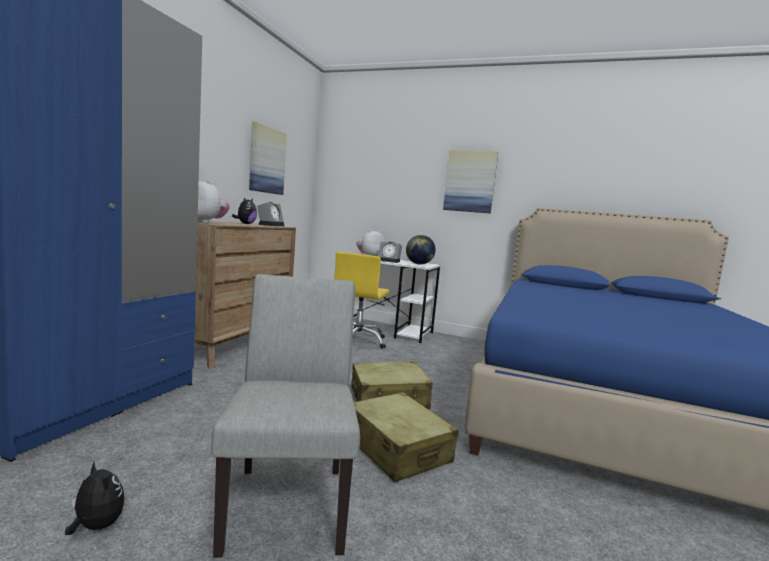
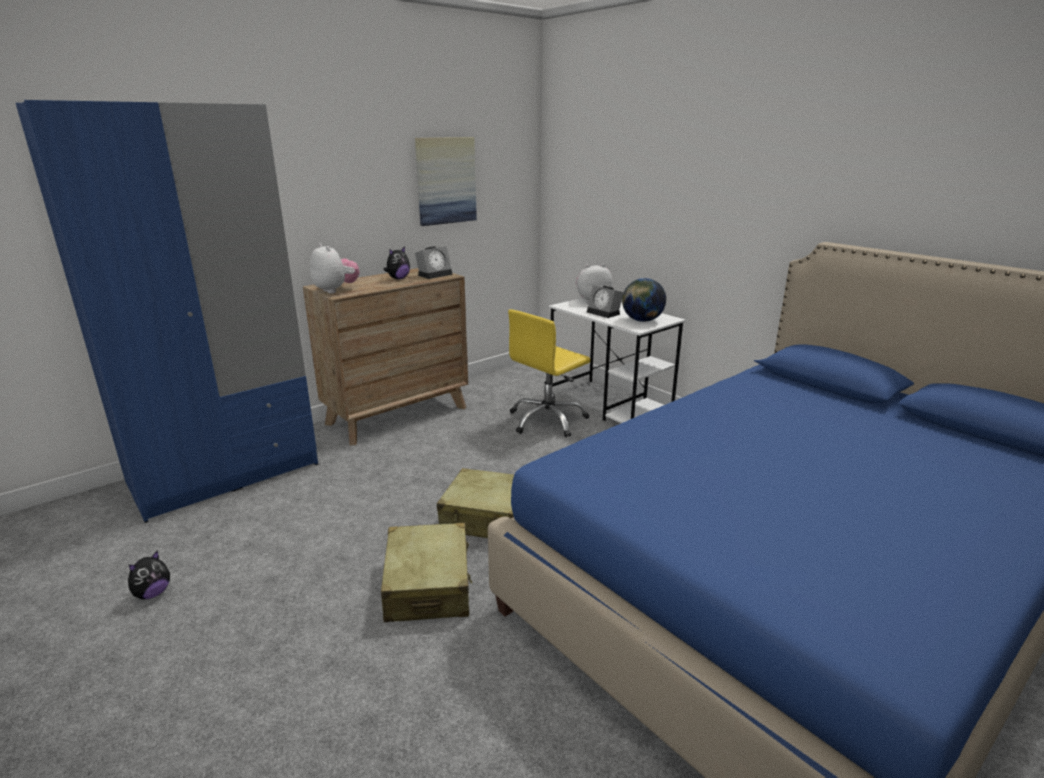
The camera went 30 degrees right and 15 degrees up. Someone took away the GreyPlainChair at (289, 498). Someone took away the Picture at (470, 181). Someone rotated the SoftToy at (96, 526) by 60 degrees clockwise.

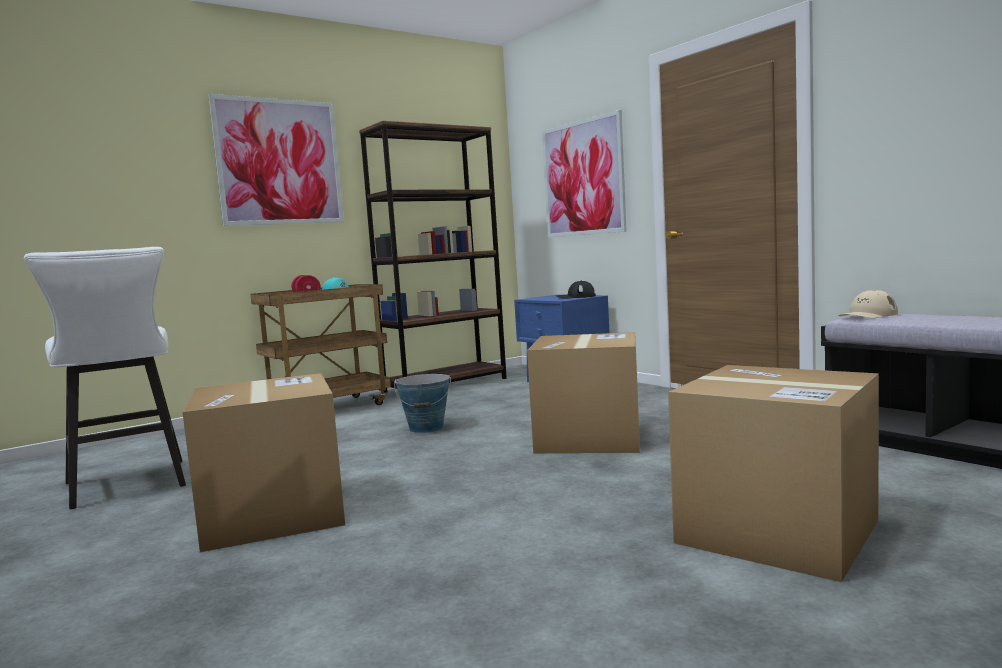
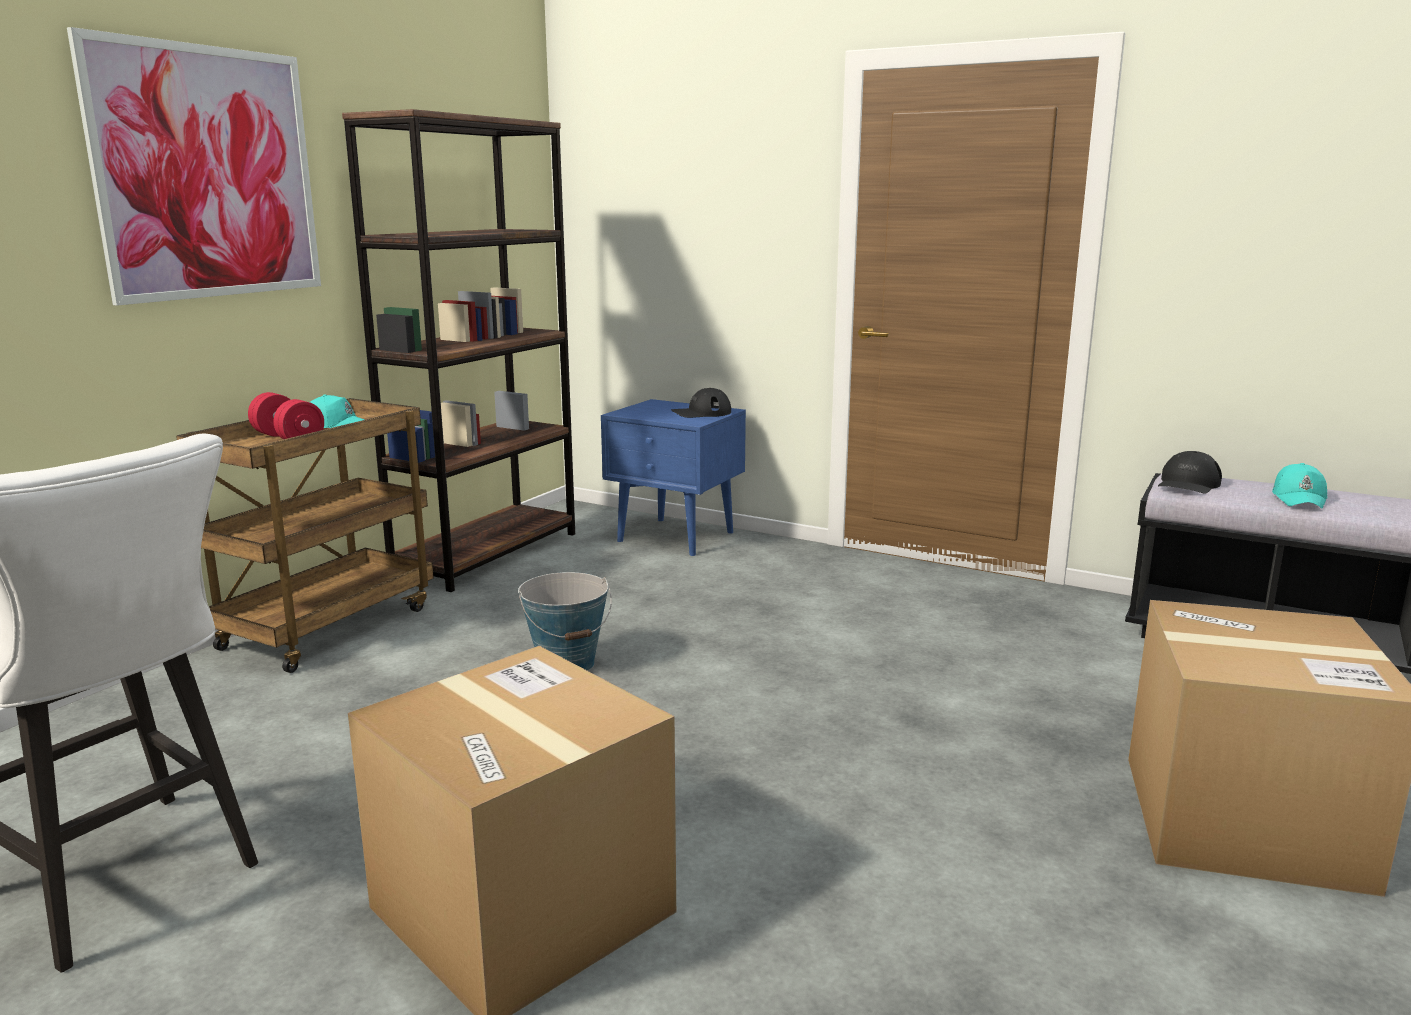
The camera went 25 degrees left and 10 degrees up. Someone took away the CardboardBox at (589, 438). Someone took away the Picture at (583, 178). Someone put down the TurquoiseColouredCap at (1299, 498). Someone repainted the SandColouredCap at (868, 315), which became the BlackCap at (1188, 484).

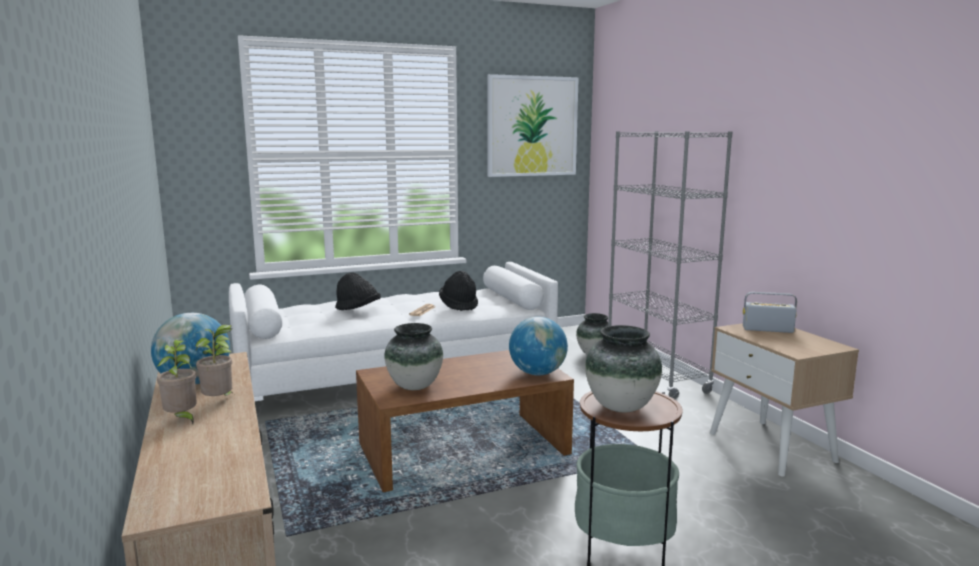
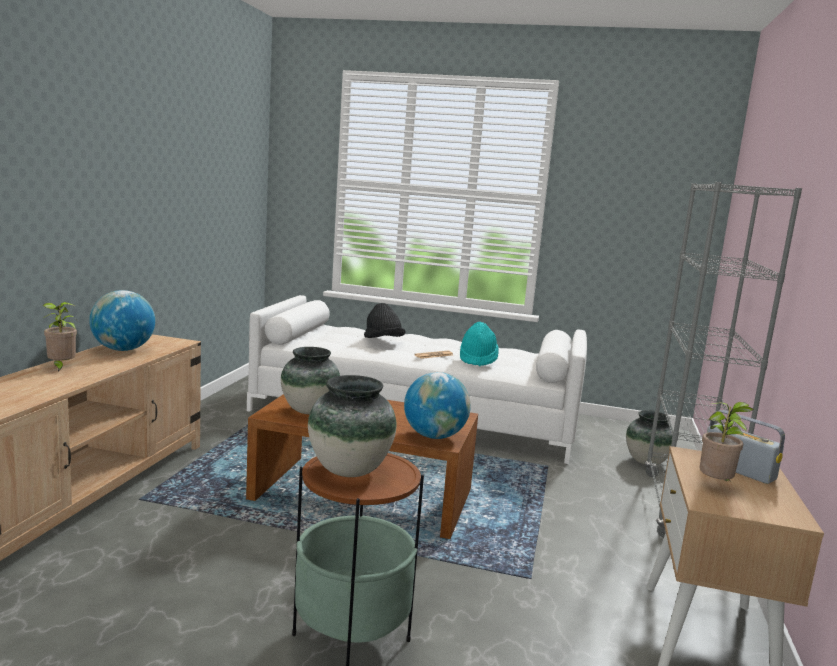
The camera went 35 degrees right and 0 degrees up. Someone took away the Picture at (532, 126). Someone carried the Houseplant from (220, 401) to (716, 485). Someone repainted the BlackClothingHat at (459, 305), which became the TurquoiseColouredClothingHat at (477, 360).

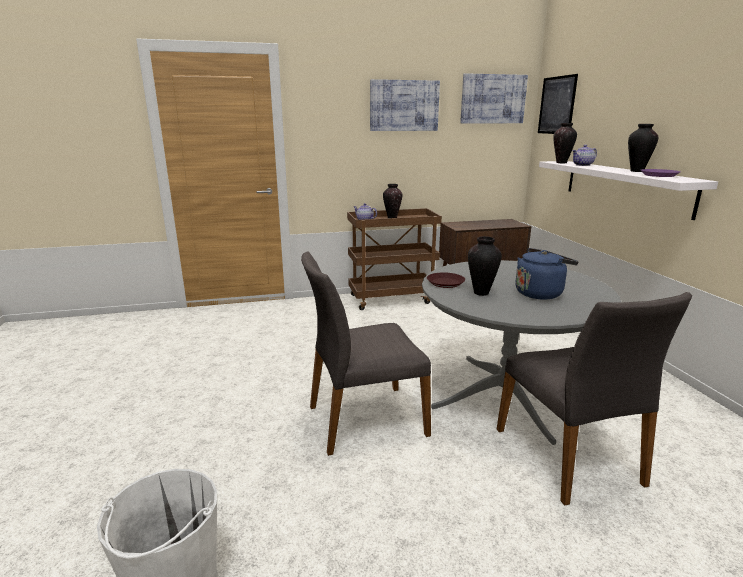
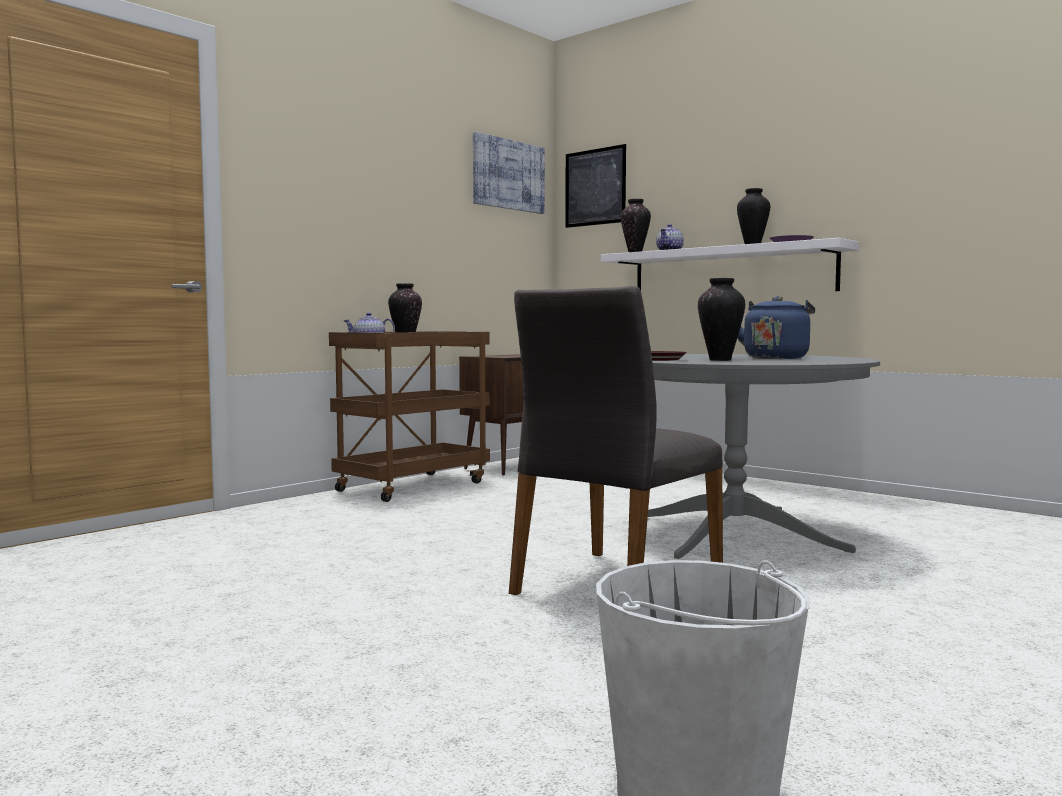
The camera went 35 degrees left and 15 degrees down. Someone took away the Picture at (404, 105). Someone took away the GreyPlainChair at (569, 456).

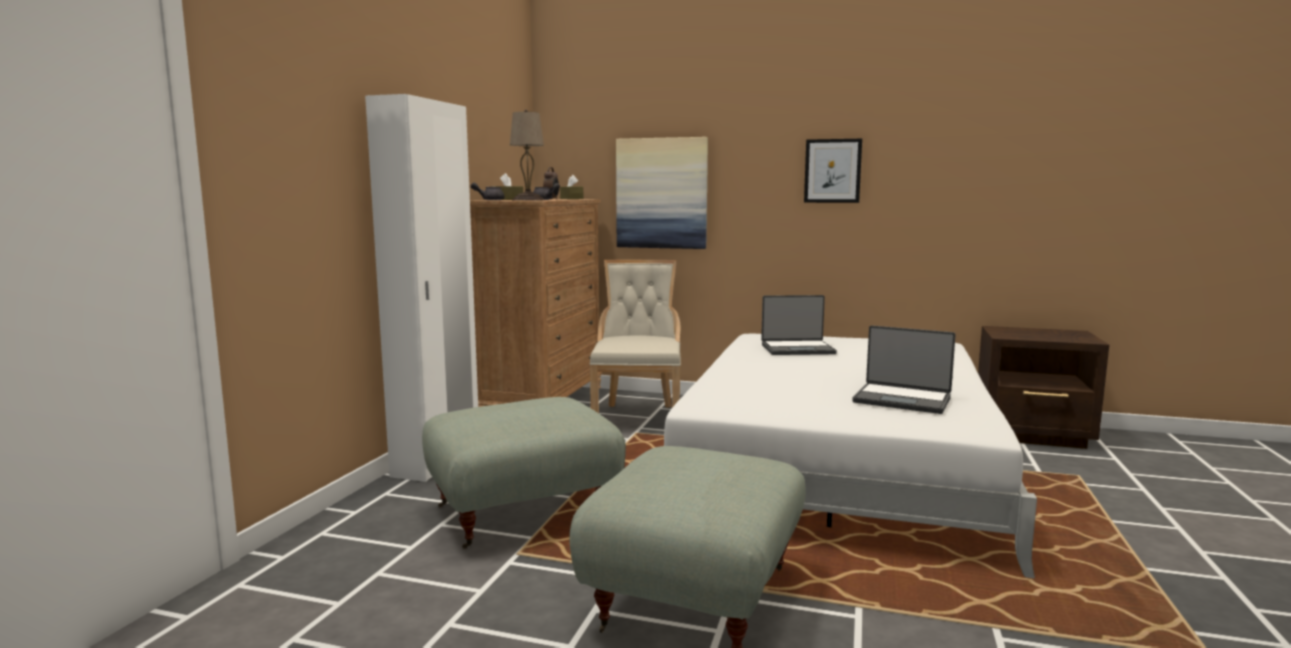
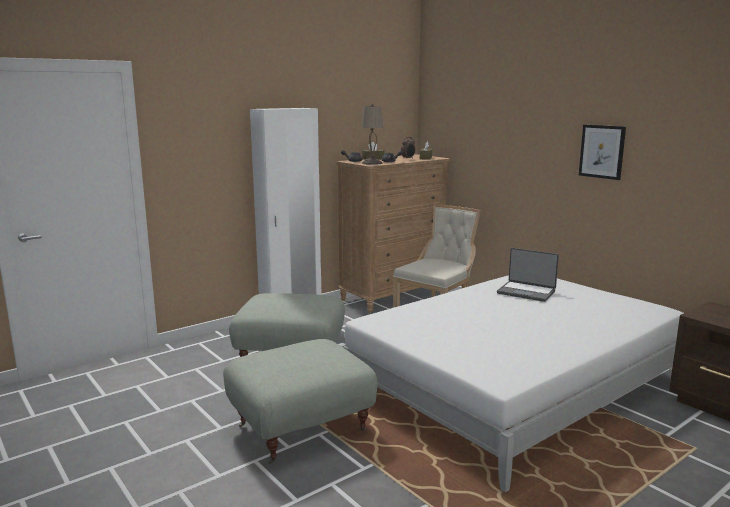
The camera went 35 degrees right and 5 degrees up. Someone took away the Picture at (661, 193). Someone took away the PortableComputer at (902, 400).

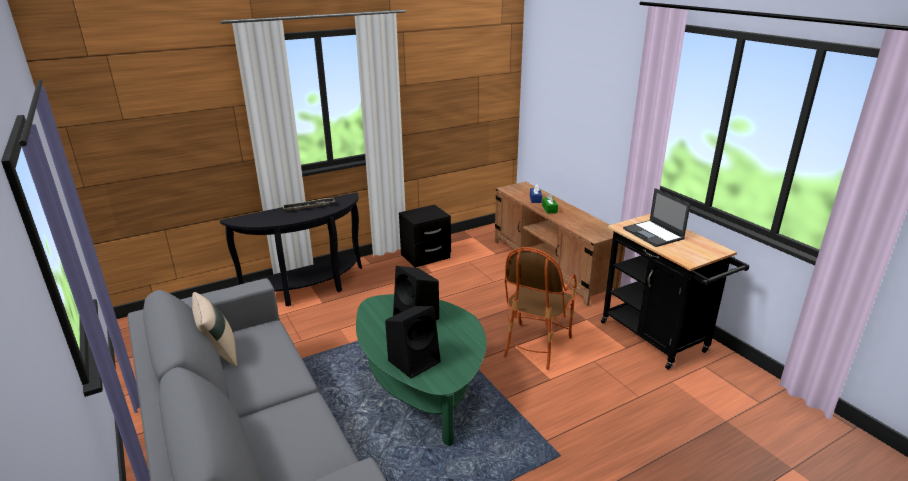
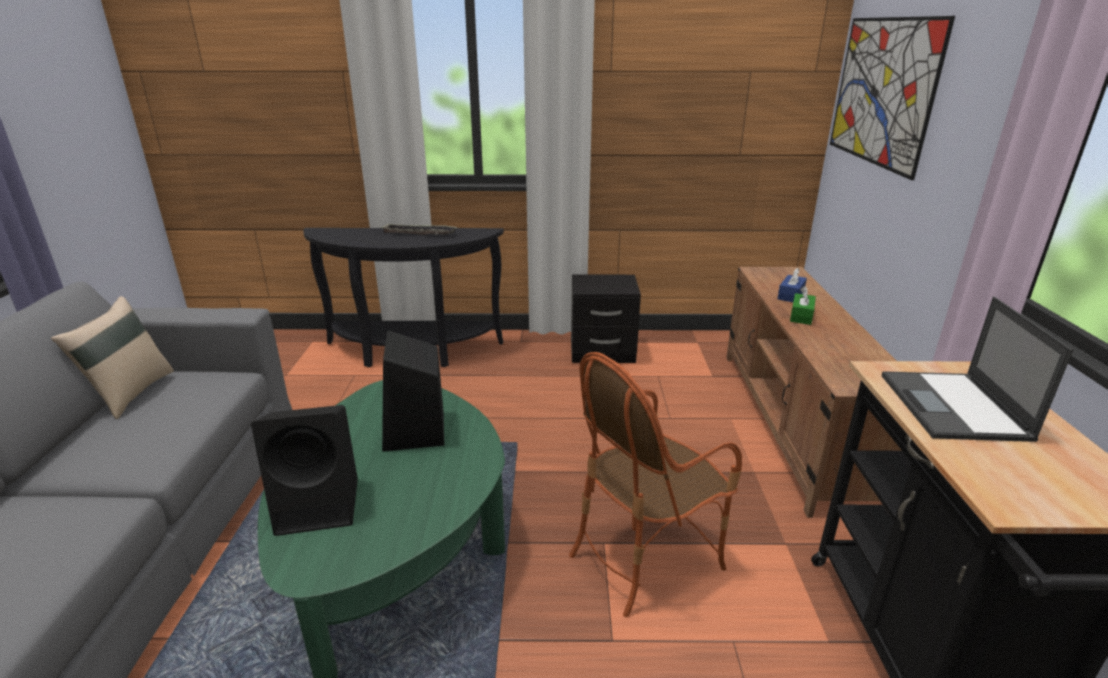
The camera went 30 degrees right and 0 degrees up. Someone put up the Picture at (882, 91).

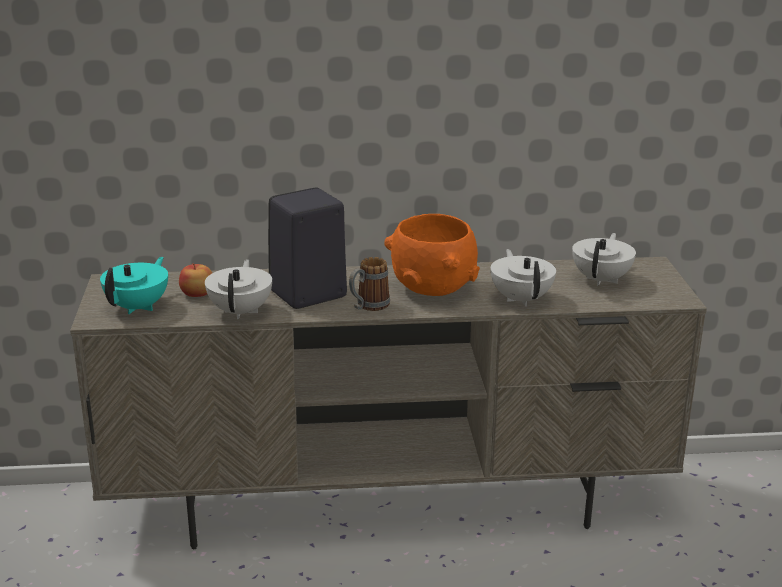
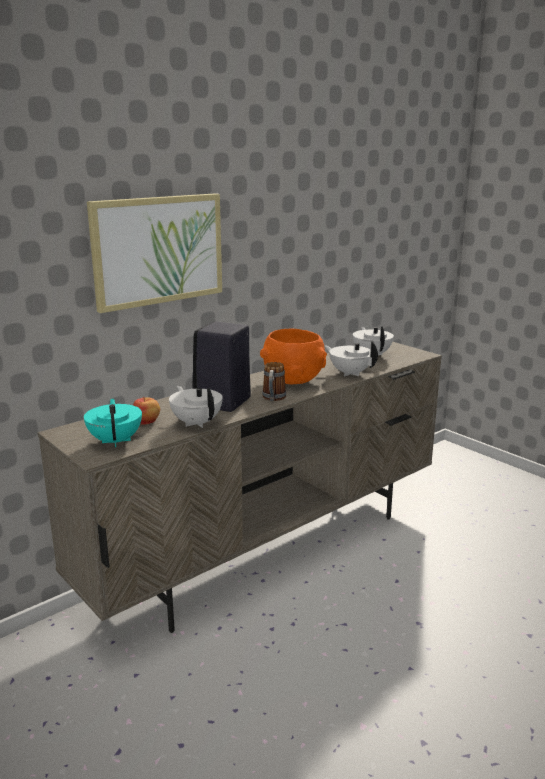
The camera went 35 degrees left and 5 degrees down. Someone put up the Picture at (158, 250).

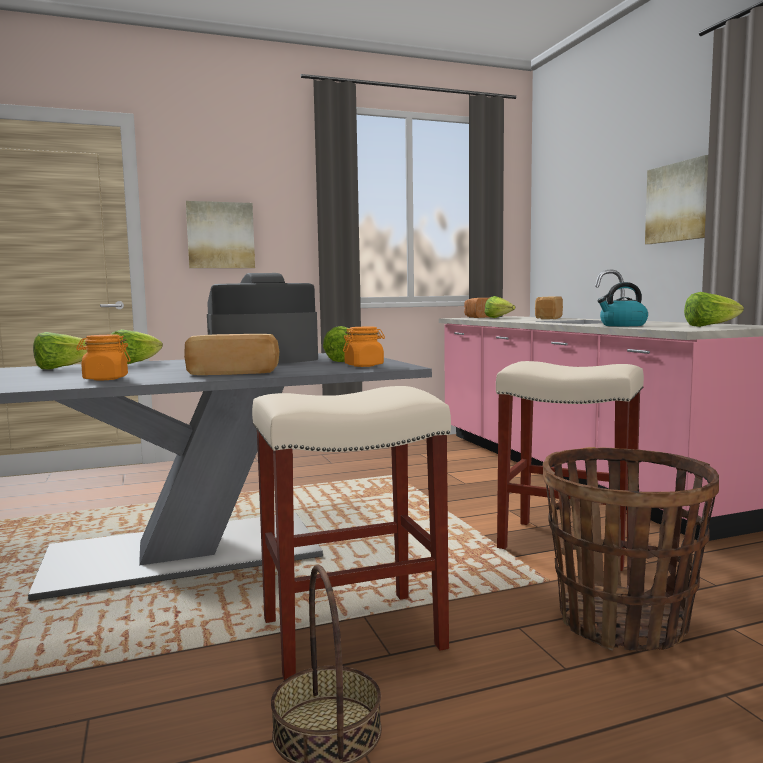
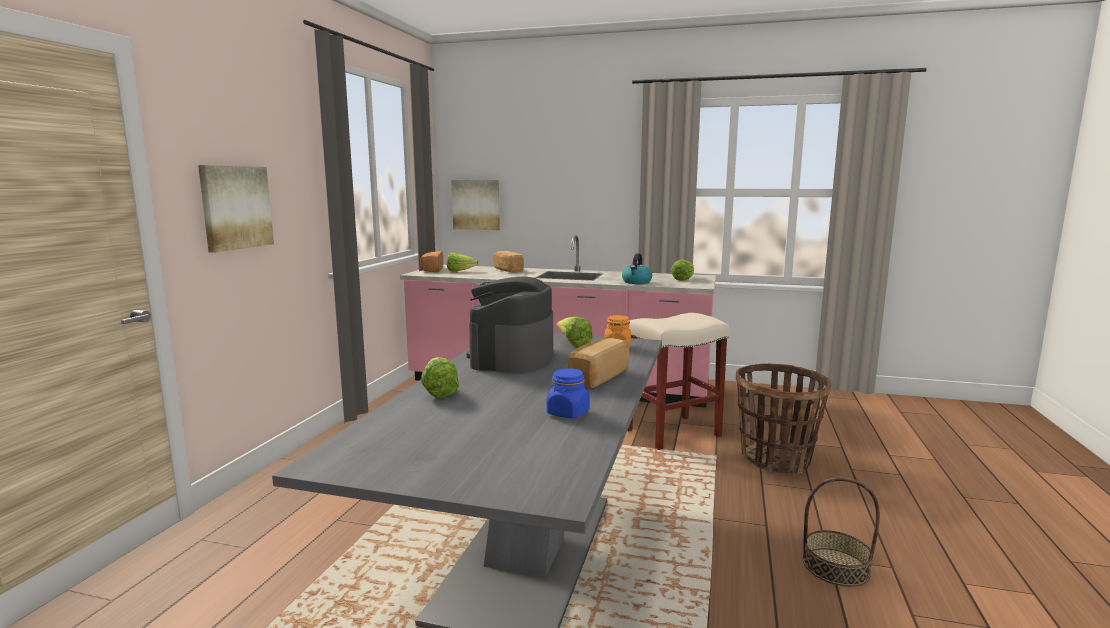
The camera went 55 degrees left and 5 degrees up. Someone took away the LettuceHead at (63, 368). Someone took away the SandColouredSittingStool at (350, 635). Someone carried the Picture from (678, 202) to (476, 204). Someone repainted the OrangeyPreserveJar at (105, 379), which became the BluePreserveJar at (568, 413).

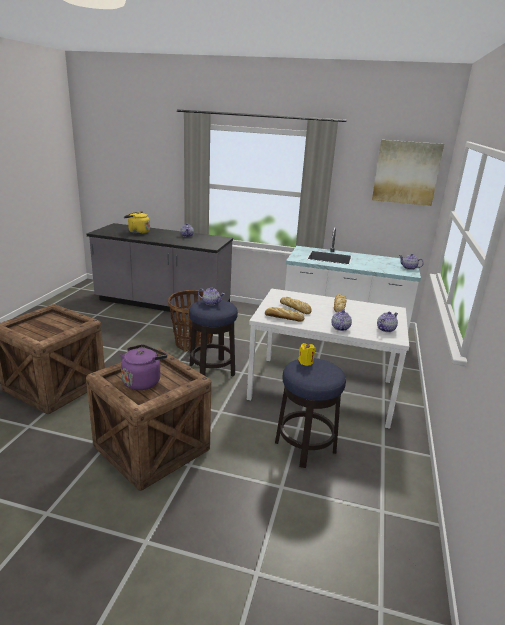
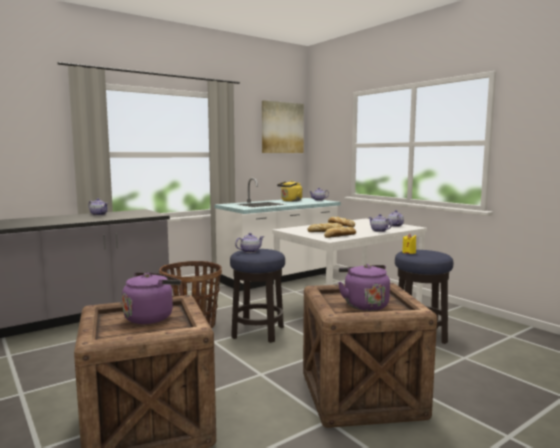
The camera went 50 degrees left and 15 degrees down. Someone put down the PurpleKettle at (151, 317). Someone carried the YellowKettle from (137, 232) to (290, 201).

